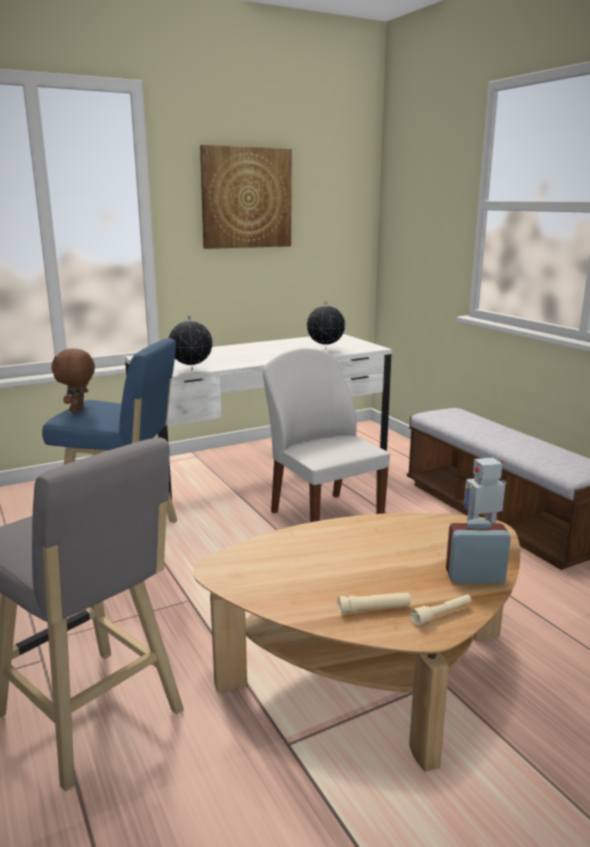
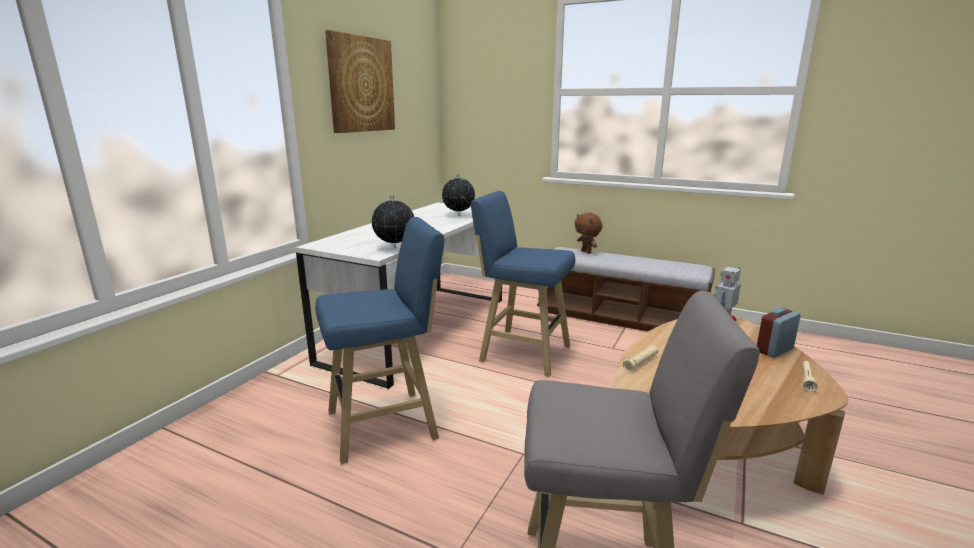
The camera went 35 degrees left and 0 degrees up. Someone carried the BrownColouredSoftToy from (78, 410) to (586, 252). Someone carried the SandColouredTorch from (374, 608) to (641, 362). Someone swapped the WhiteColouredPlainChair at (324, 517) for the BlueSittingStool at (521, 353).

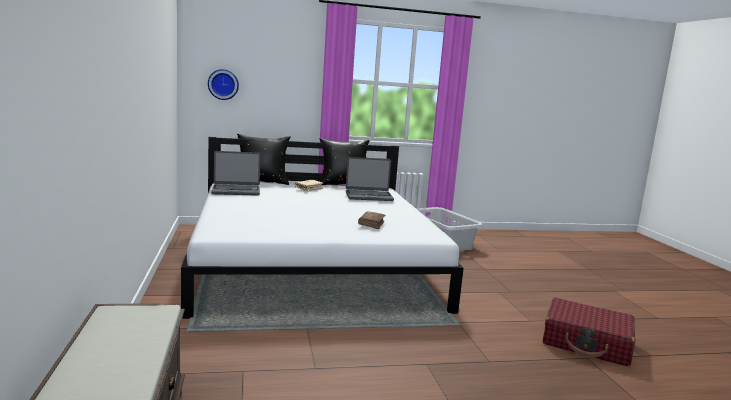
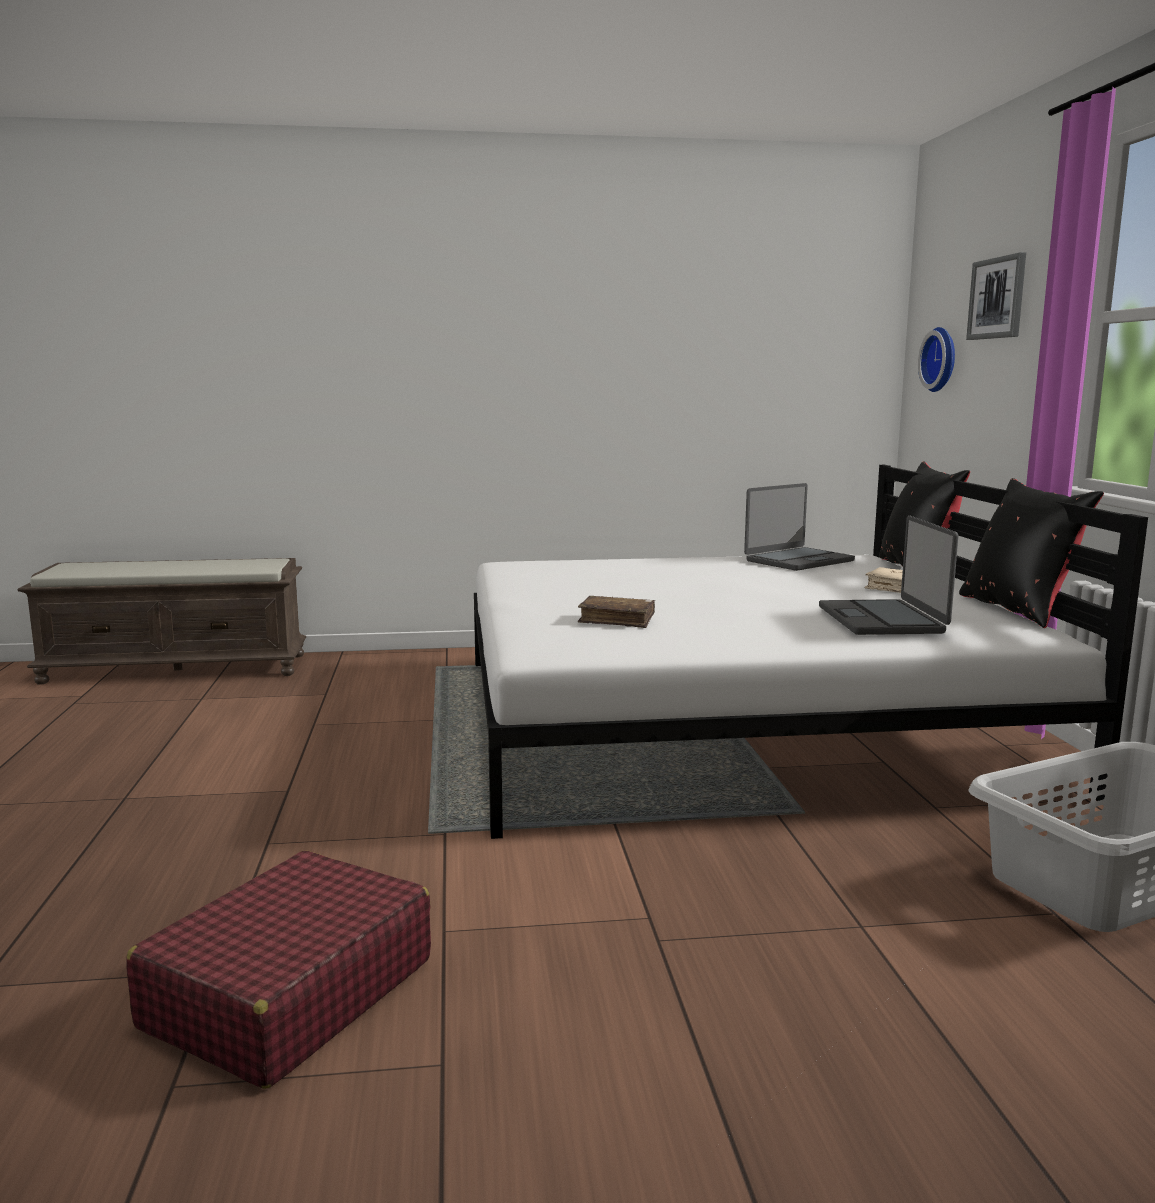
The camera went 95 degrees right and 0 degrees up. Someone put up the Picture at (997, 298). Someone rotated the PortableComputer at (236, 191) by 120 degrees counterclockwise.

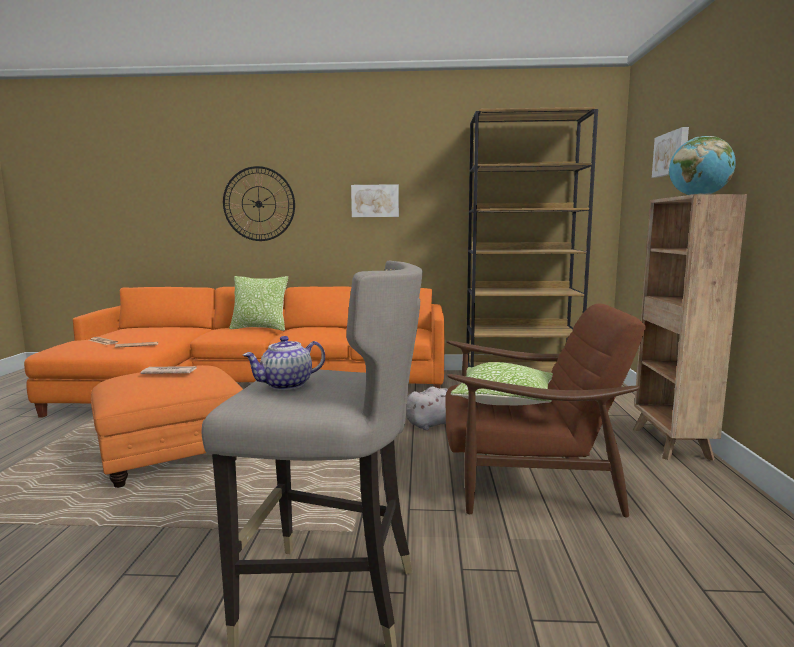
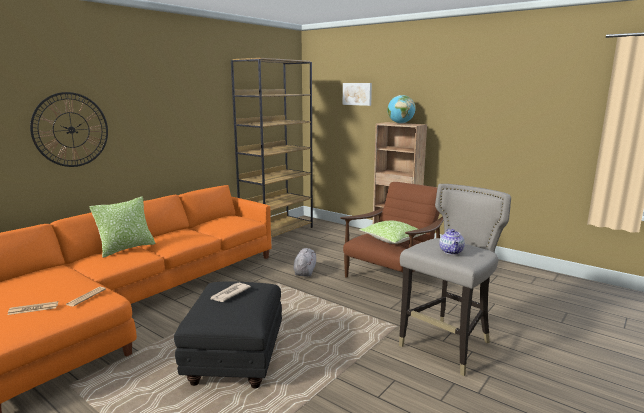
The camera went 55 degrees left and 5 degrees up. Someone took away the Picture at (375, 201). Someone repainted the OrangeyPouffe at (174, 459), which became the BlackPouffe at (236, 359).

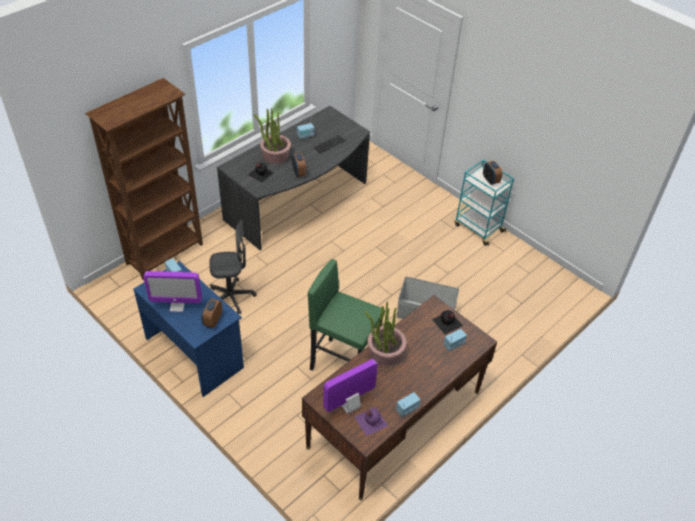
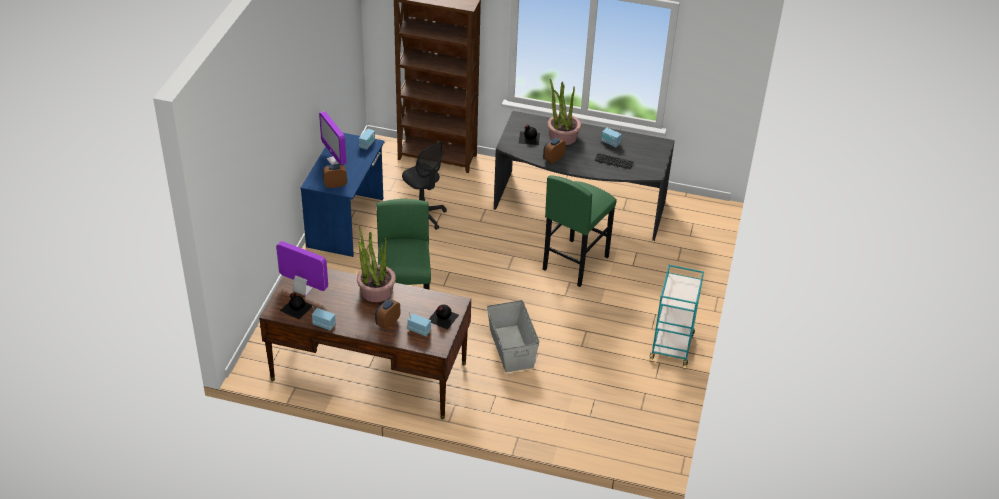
The camera went 60 degrees right and 5 degrees down. Someone put down the GreenSittingStool at (575, 263). Someone carried the AlarmClock from (490, 180) to (388, 323). Someone repainted the PurpleBeverageBottle at (370, 421), which became the BlackBeverageBottle at (296, 307).

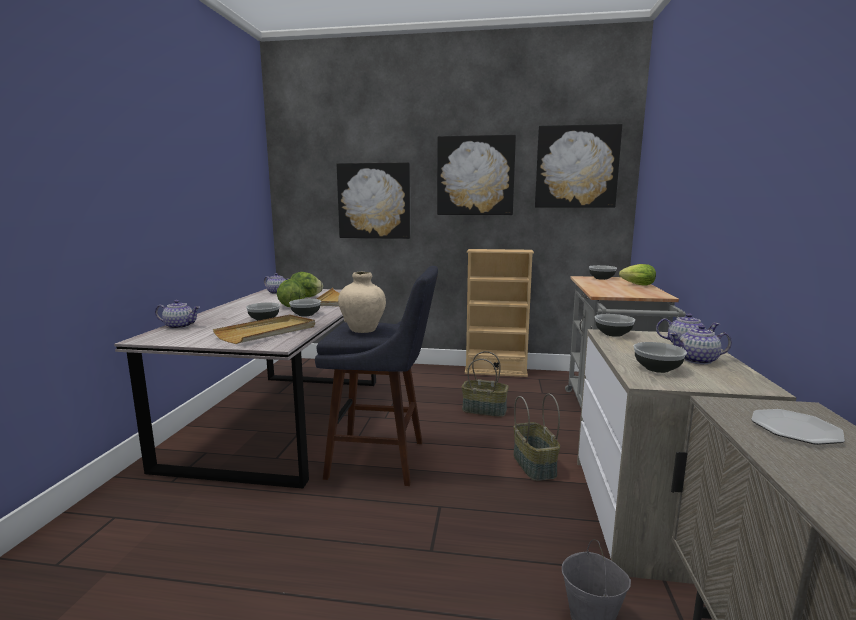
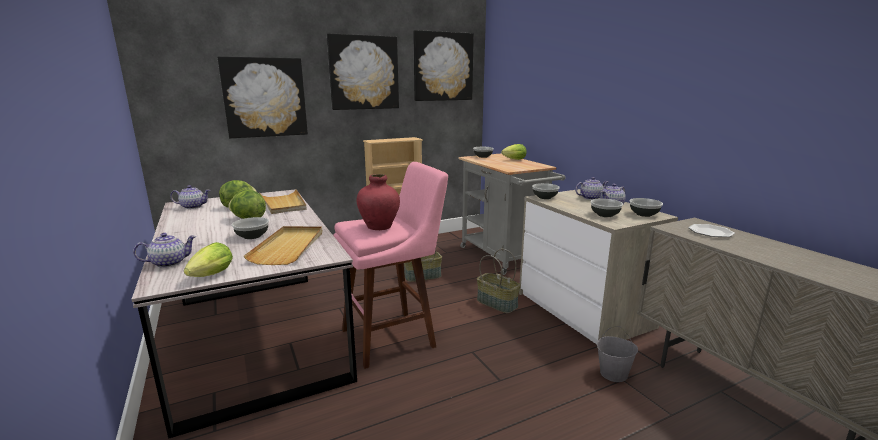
The camera went 35 degrees left and 5 degrees up. Someone put down the LettuceHead at (210, 276). Someone carried the ServingBowl from (306, 314) to (644, 214). Someone repainted the BlueSittingStool at (383, 460), which became the PinkishSittingStool at (394, 336). Someone repainted the SandColouredFlowerVase at (363, 330), which became the RedColouredFlowerVase at (379, 227).

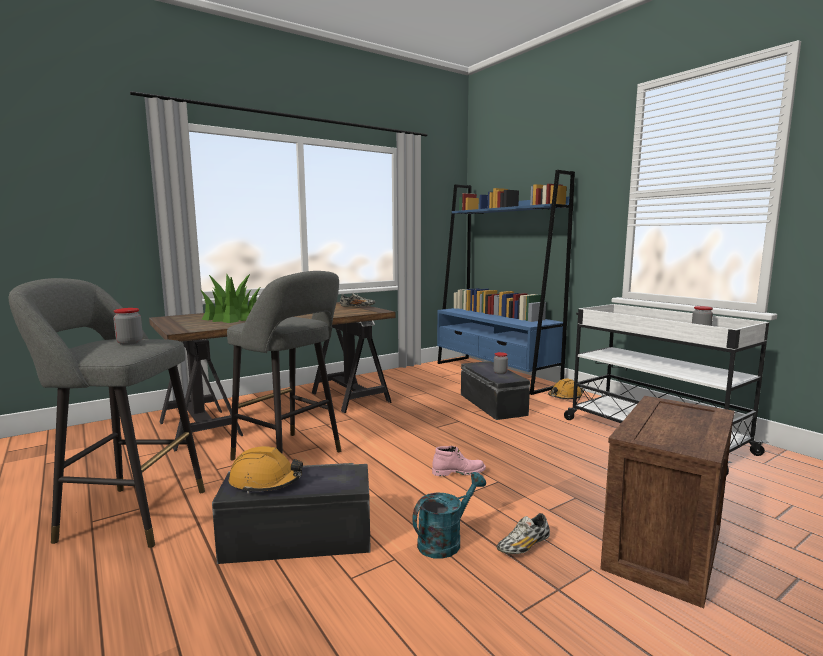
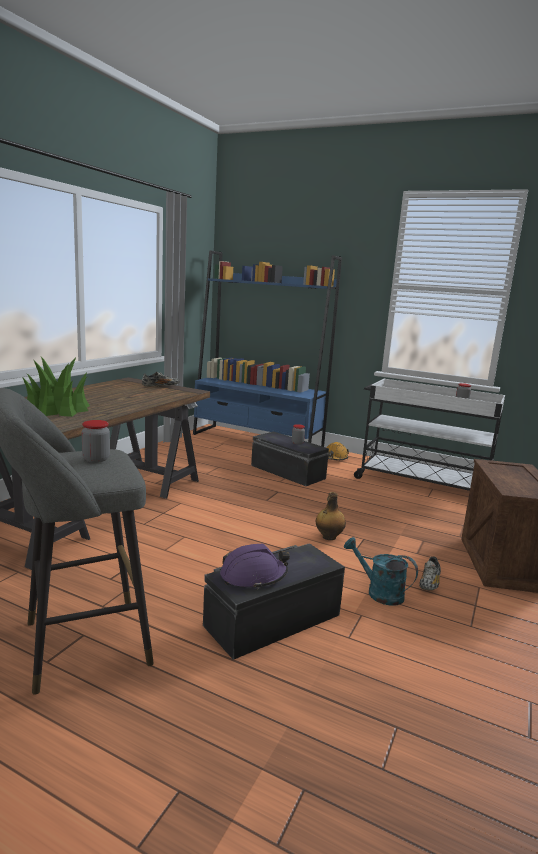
The camera went 30 degrees left and 5 degrees up. Someone took away the GreySittingStool at (291, 457). Someone swapped the PinkishTallBoot at (458, 472) for the BeverageBottle at (328, 537). Someone repainted the OrangeySafetyHelmet at (265, 481), which became the PurpleSafetyHelmet at (253, 576). Someone rotated the TurquoiseColouredSprinklingCan at (445, 540) by 75 degrees counterclockwise.

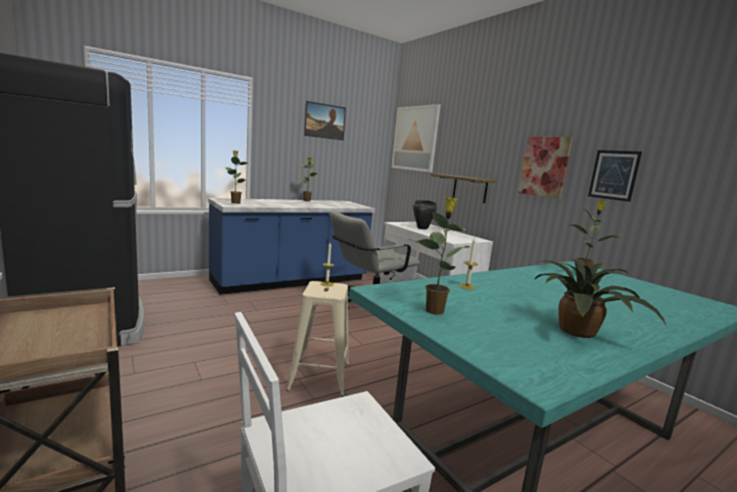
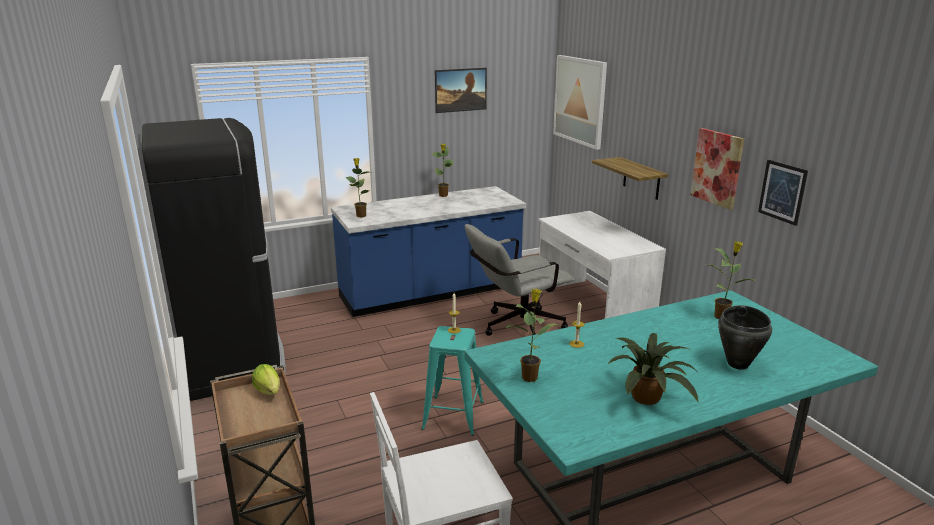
The camera went 10 degrees right and 10 degrees up. Someone put down the LettuceHead at (269, 392). Someone carried the BlackSaucepot from (422, 228) to (738, 364). Someone repainted the SandColouredSittingStool at (319, 377), which became the TurquoiseColouredSittingStool at (453, 416).

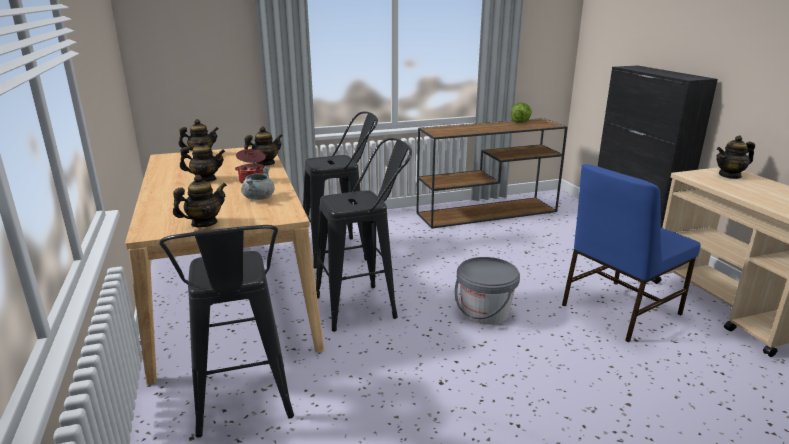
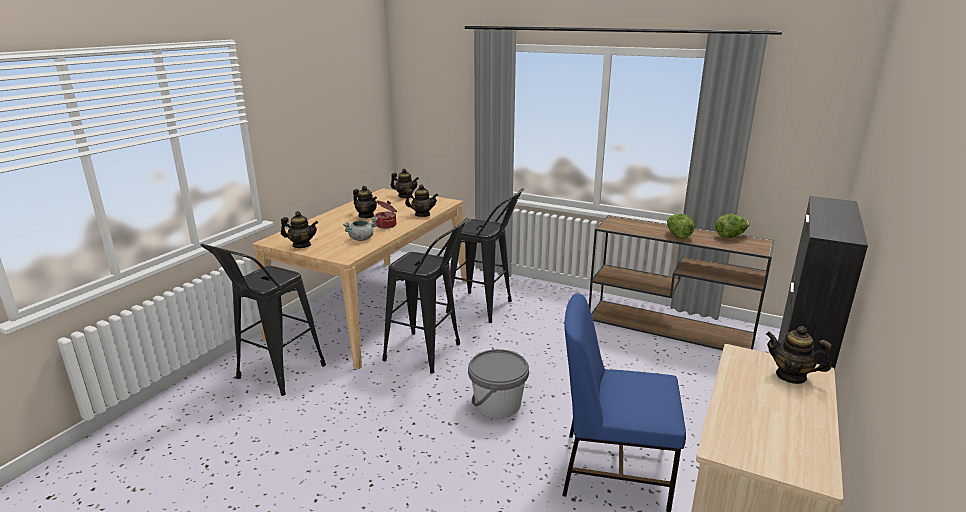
The camera went 45 degrees right and 0 degrees up. Someone put down the LettuceHead at (677, 235).

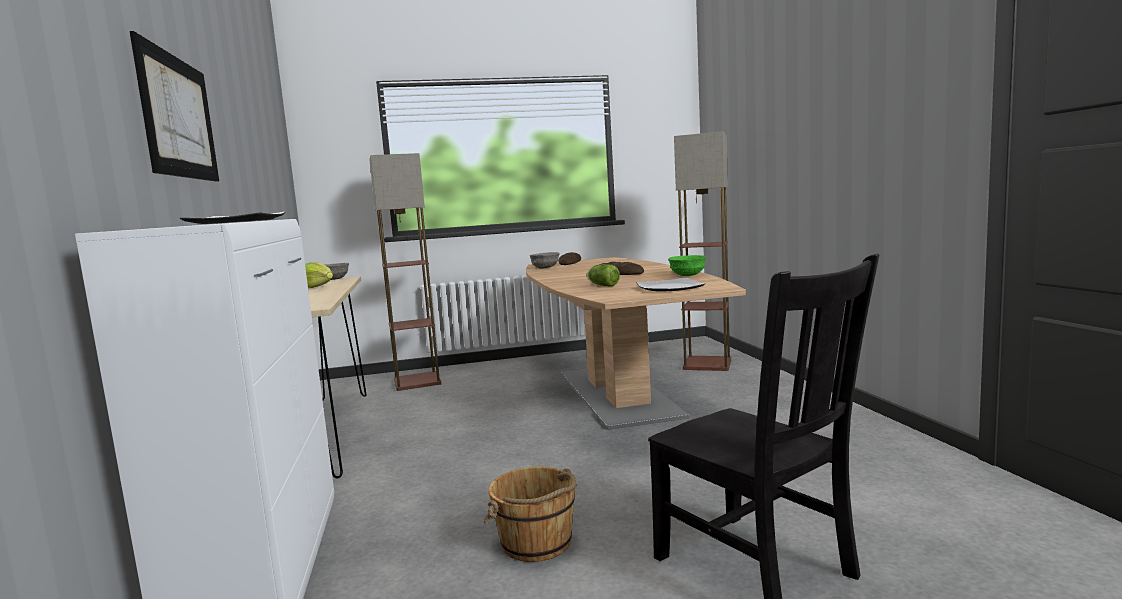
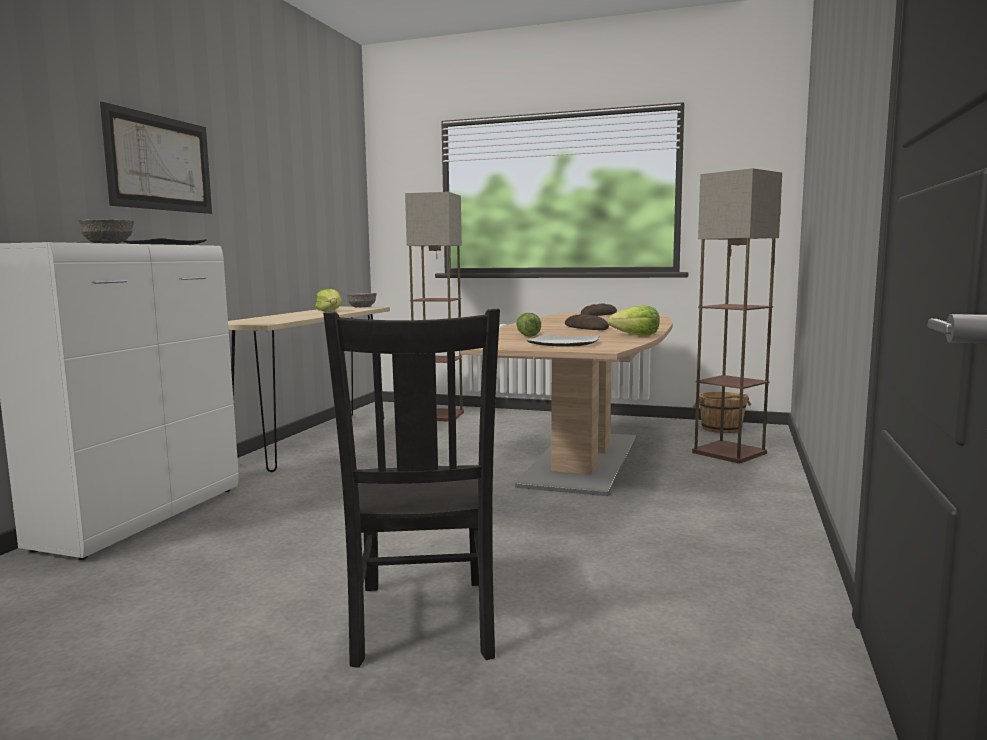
The camera went 30 degrees right and 0 degrees up. Someone carried the BrownColouredWaterBucket from (537, 543) to (722, 428). Someone carried the GreyServingBowl from (545, 268) to (108, 244). Someone swapped the GreenServingBowl at (688, 275) for the LettuceHead at (636, 335).

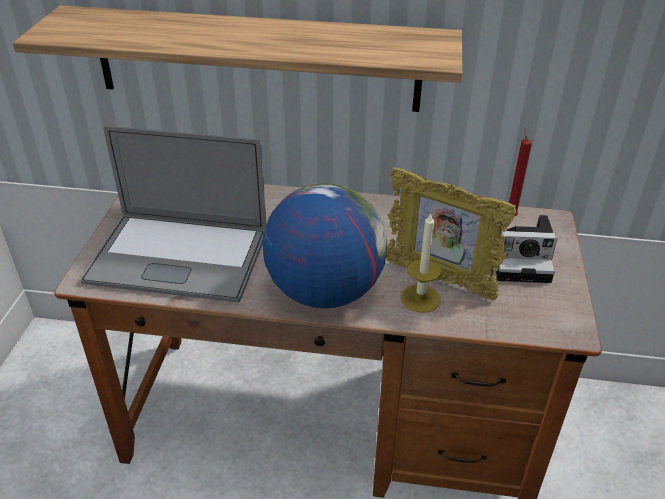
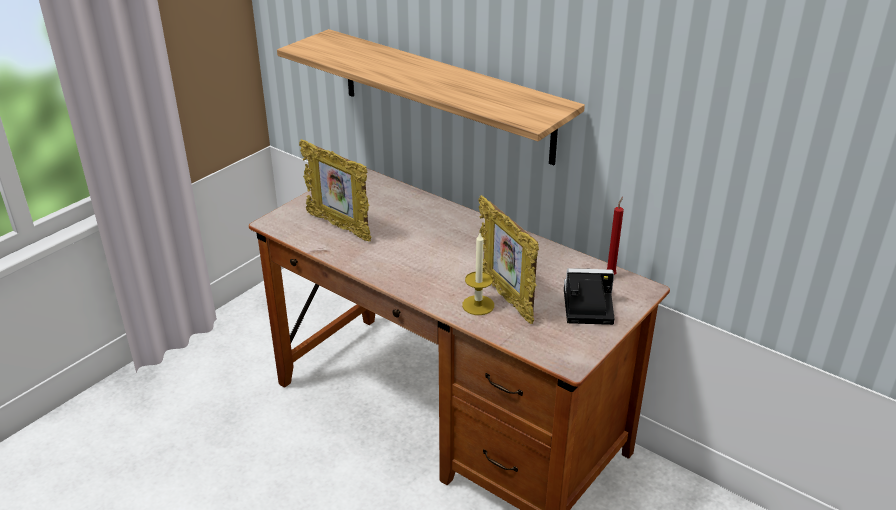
The camera went 30 degrees right and 5 degrees down. Someone took away the Globe at (324, 291). Someone swapped the PortableComputer at (178, 257) for the StandingFrame at (339, 227). Someone rotated the StillCamera at (522, 260) by 150 degrees clockwise.

